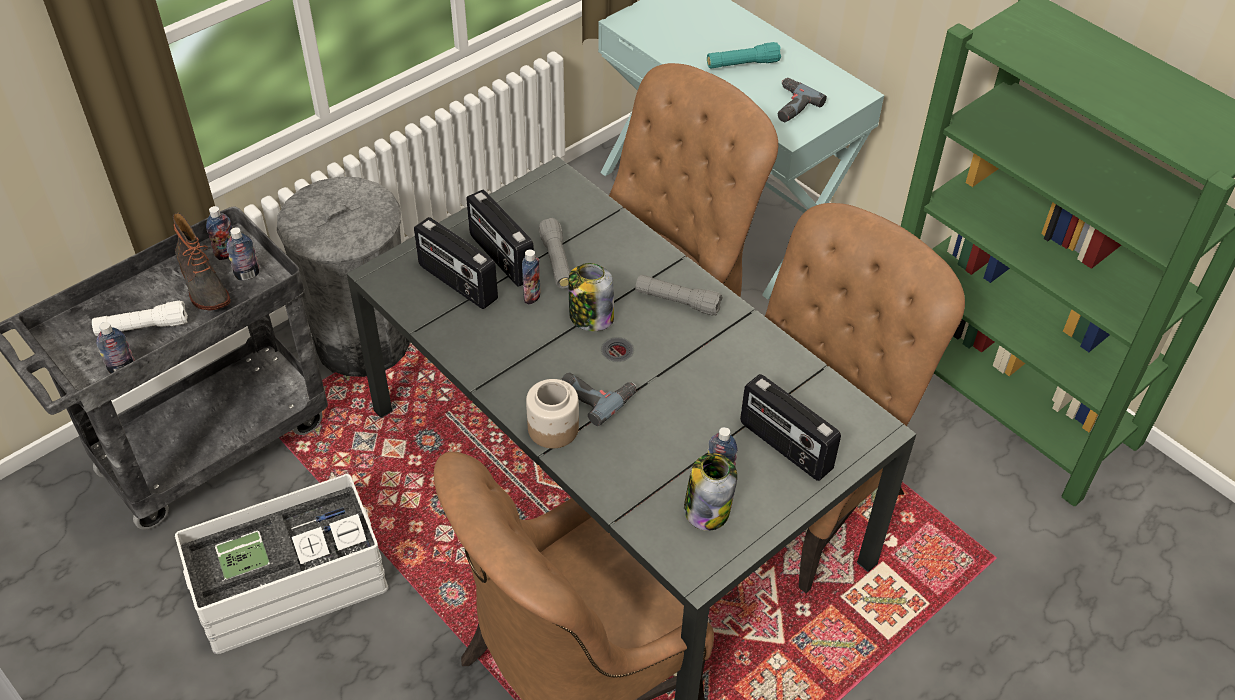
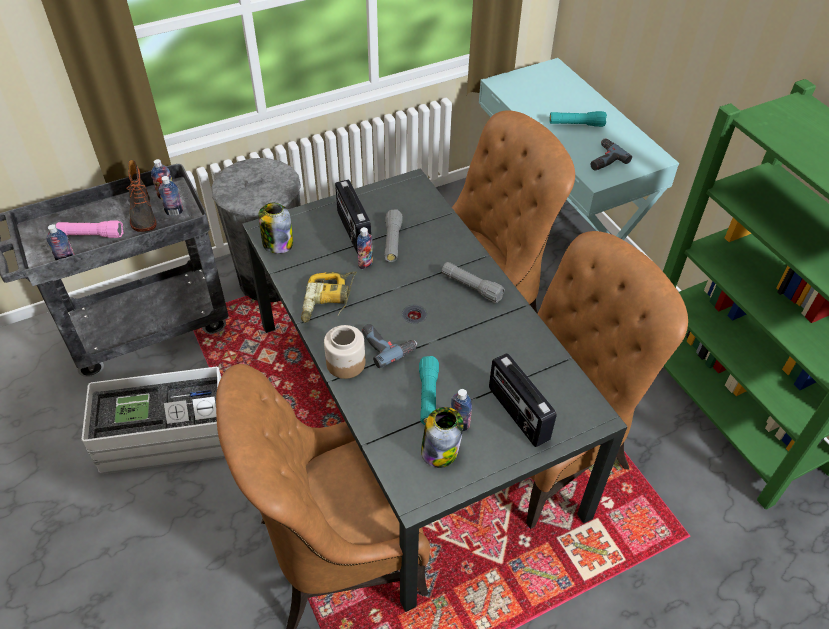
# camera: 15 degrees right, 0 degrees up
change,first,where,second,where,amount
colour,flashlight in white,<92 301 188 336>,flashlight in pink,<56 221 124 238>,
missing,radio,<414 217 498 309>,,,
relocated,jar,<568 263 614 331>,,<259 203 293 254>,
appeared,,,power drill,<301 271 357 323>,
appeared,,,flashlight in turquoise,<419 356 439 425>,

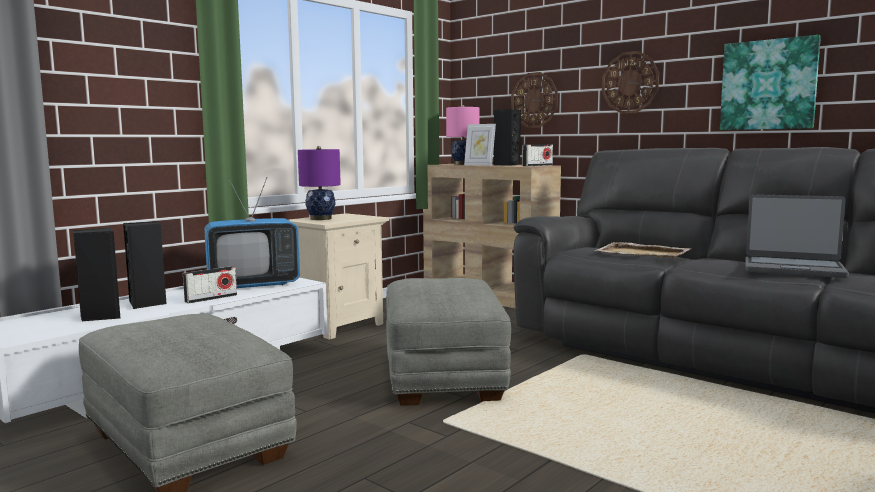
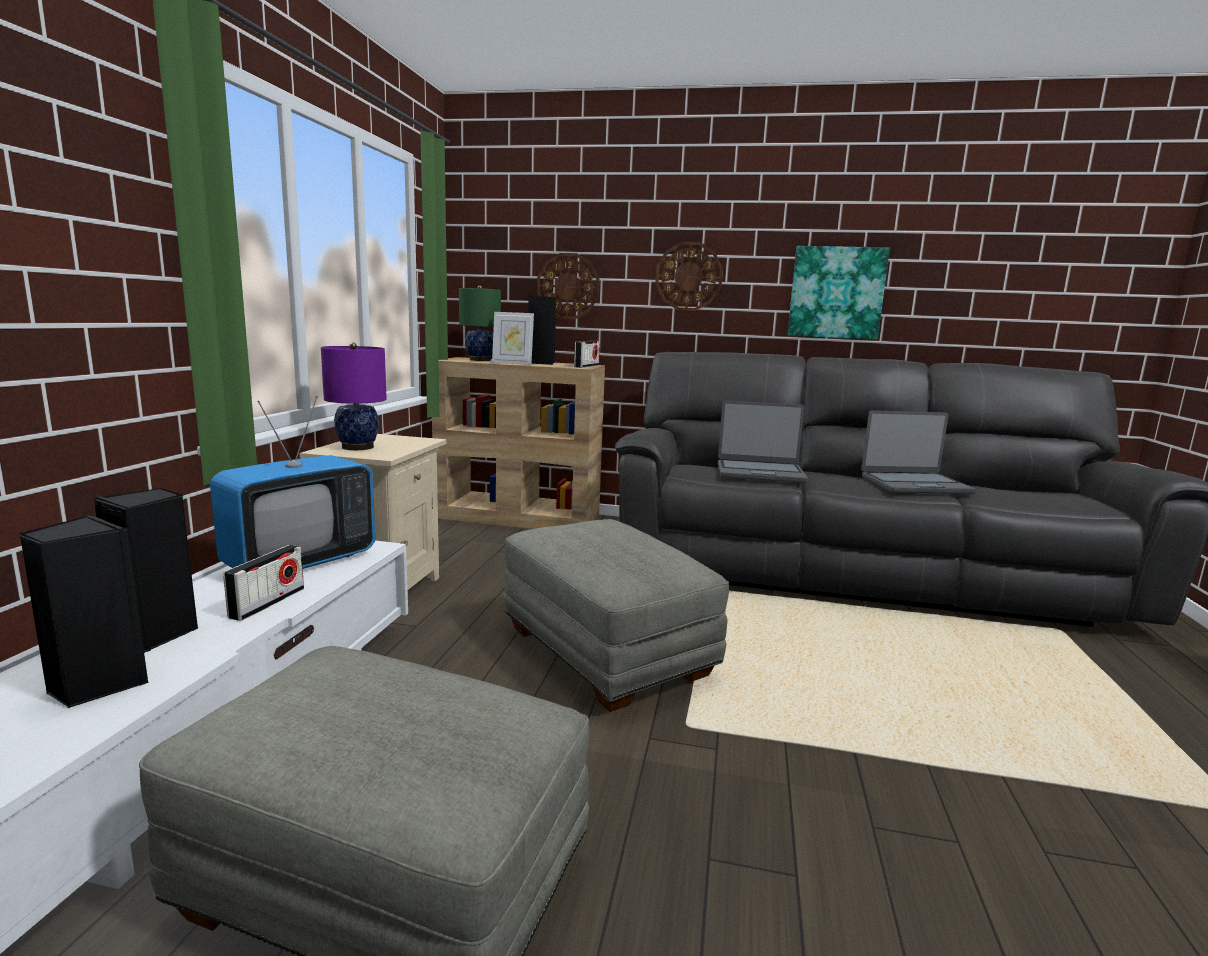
# camera: 30 degrees left, 5 degrees up
change,first,where,second,where,amount
colour,table lamp in pink,<446 105 479 165>,table lamp in green,<459 285 501 361>,
exchanged,tray in beige,<595 242 691 258>,laptop,<718 401 808 483>,

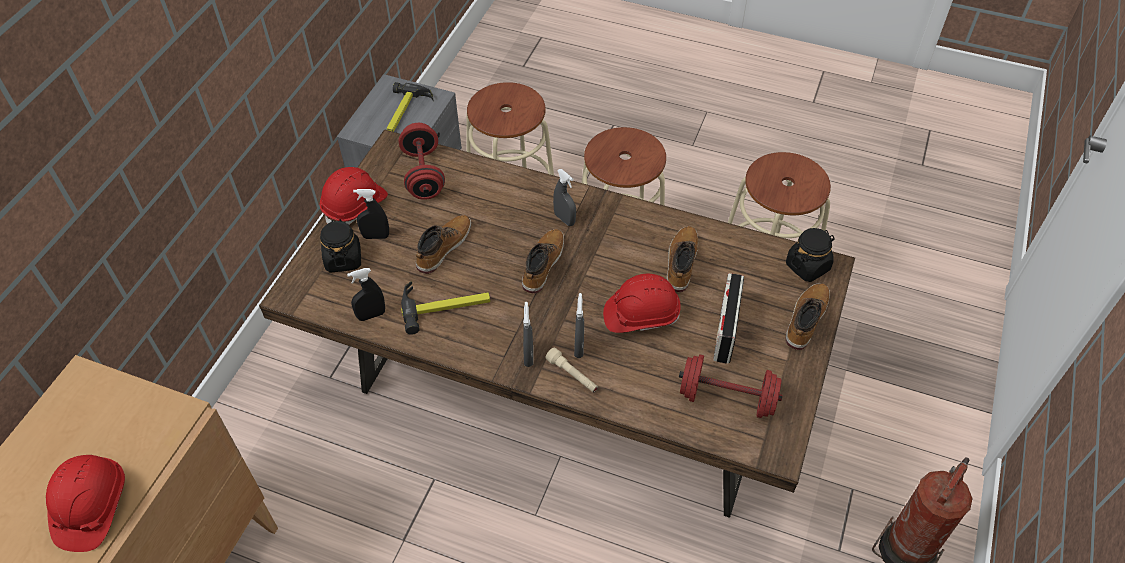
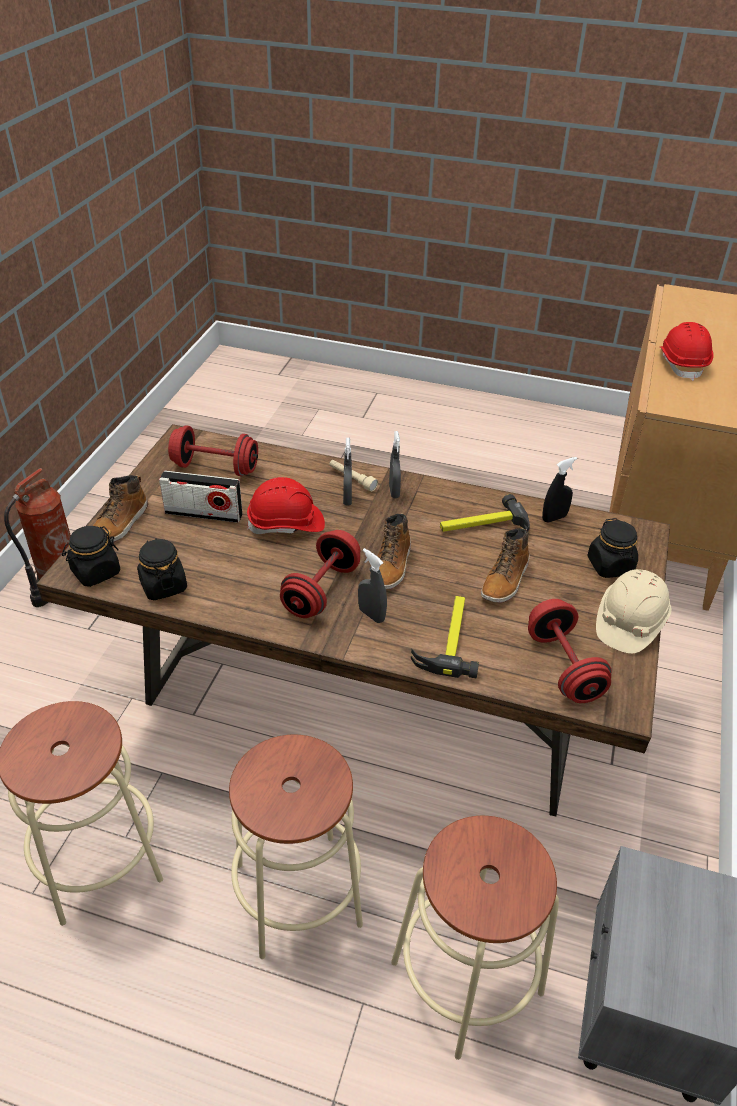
# camera: 175 degrees right, 10 degrees down
change,first,where,second,where,amount
colour,hard hat in red,<320 167 388 225>,hard hat in beige,<596 569 672 653>,
missing,spray bottle in black,<353 189 389 239>,,,
relocated,hammer,<386 82 434 132>,,<411 596 479 678>,
missing,boot,<666 226 698 292>,,,
spun,radio,<713 273 744 364>,,<159 471 243 523>,90 degrees clockwise
appeared,,,jar in black,<137 538 187 600>,
appeared,,,dumbbell in red,<280 530 360 618>,

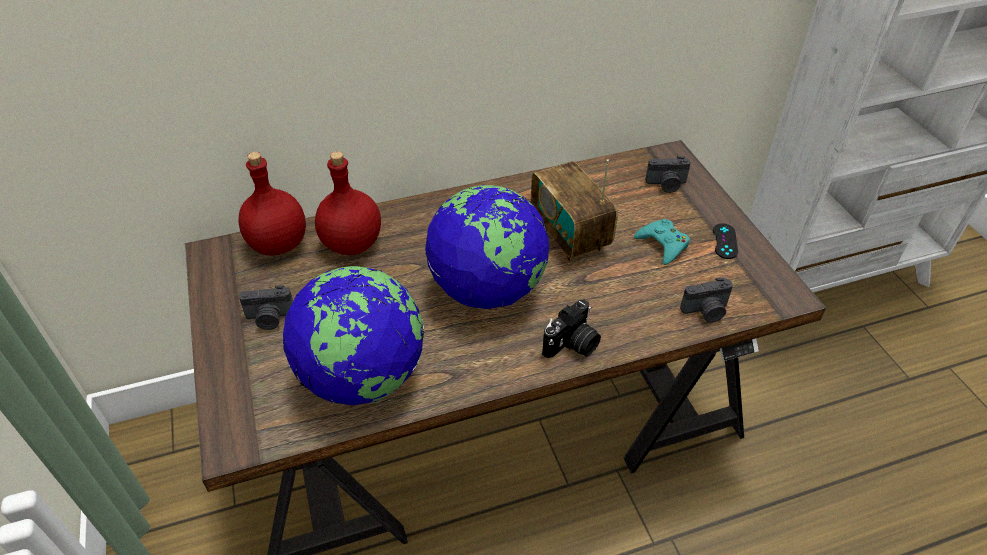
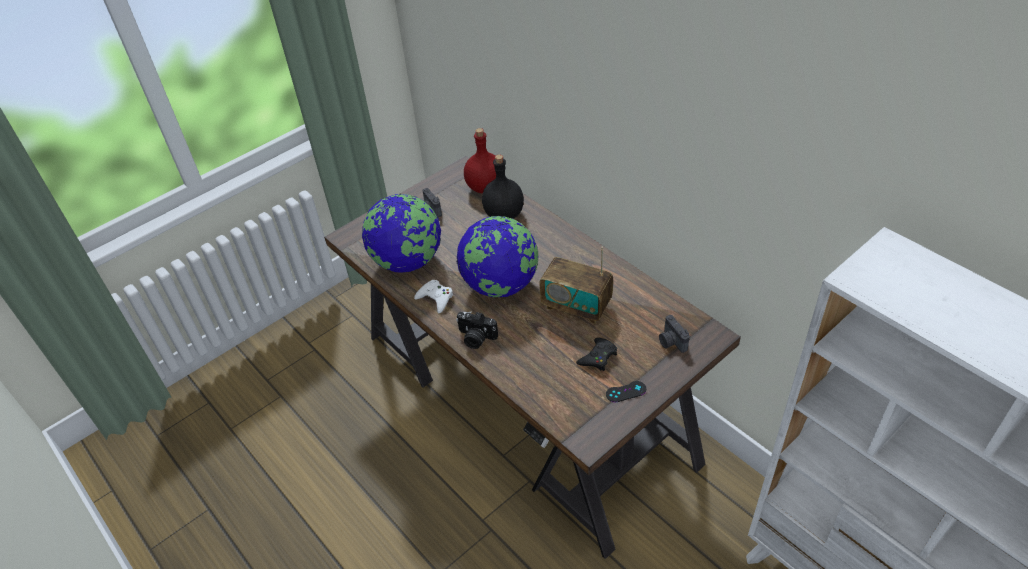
# camera: 70 degrees right, 0 degrees up
change,first,where,second,where,amount
colour,bottle in red,<315 151 381 255>,bottle in black,<482 155 524 219>,
spun,radio,<531 159 618 263>,,<539 247 613 324>,105 degrees counterclockwise
colour,game controller in turquoise,<634 219 690 265>,game controller in black,<576 338 617 371>,
missing,photo camera,<680 277 733 323>,,,
appeared,,,game controller in white,<414 280 453 313>,

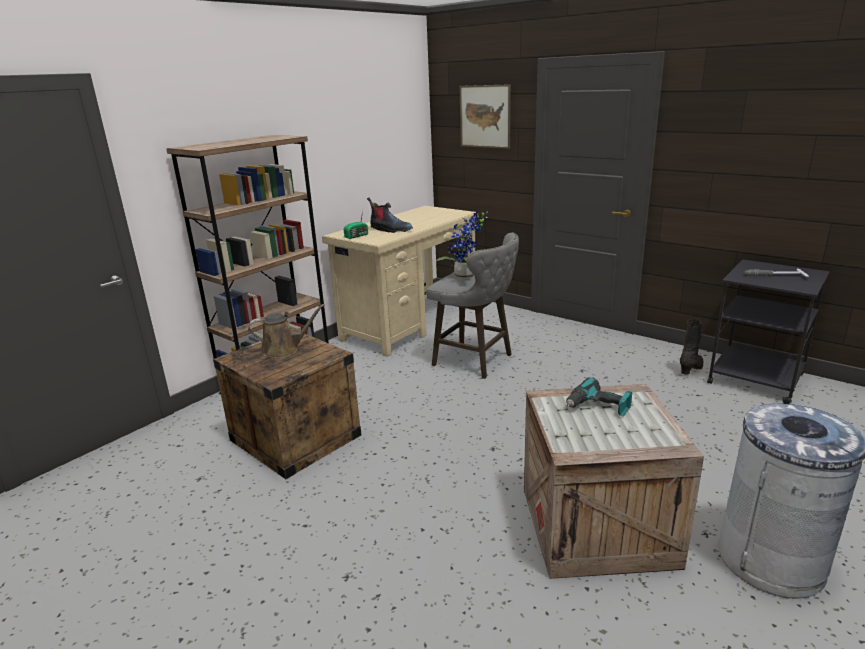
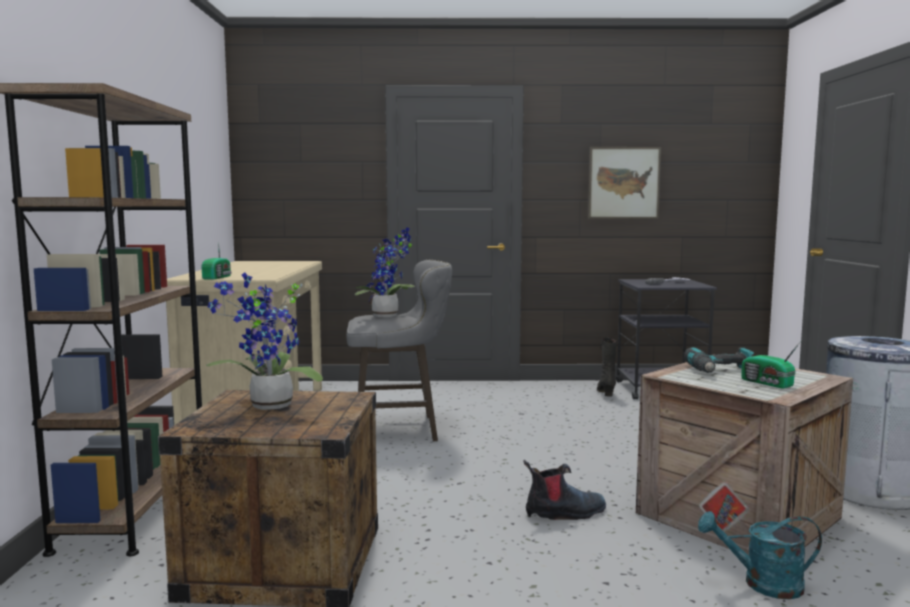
# camera: 40 degrees left, 15 degrees down
change,first,where,second,where,amount
exchanged,watering can in brown,<248 304 325 358>,potted plant,<206 273 323 410>,
relocated,boot,<367 198 413 233>,,<524 460 606 520>,
relocated,picture,<460 84 511 149>,,<588 147 661 219>,
appeared,,,watering can in turquoise,<698 511 822 599>,
appeared,,,radio,<741 340 802 389>,

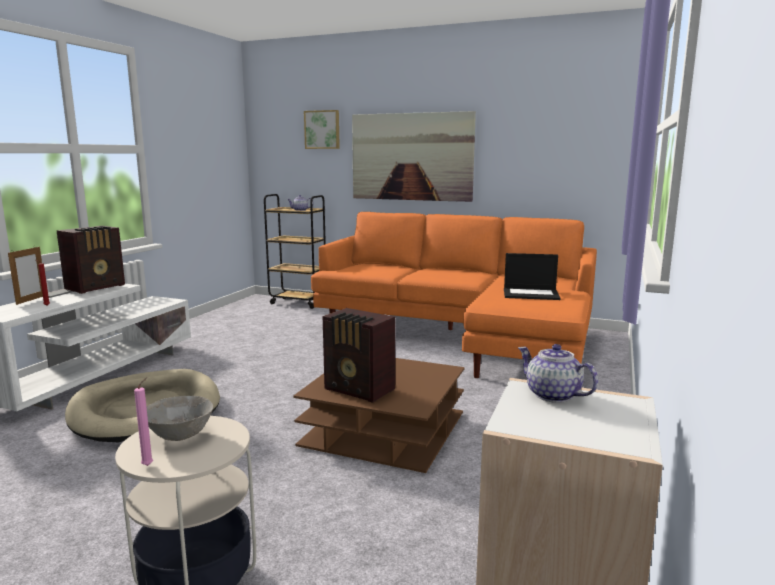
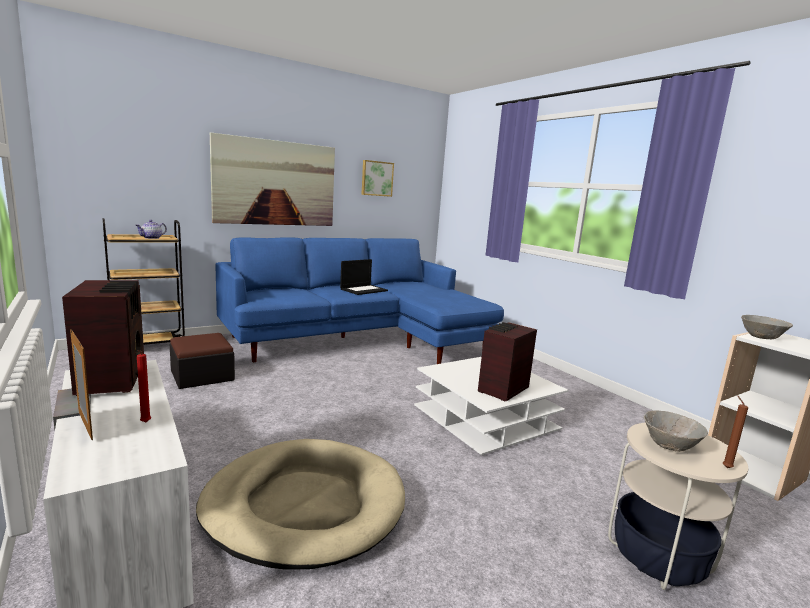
# camera: 55 degrees left, 0 degrees up
change,first,where,second,where,amount
colour,candle in pink,<134 377 153 466>,candle in brown,<723 395 748 468>,
colour,coffee table in brown,<293 358 465 473>,coffee table in white,<414 357 568 455>,
relocated,picture,<304 110 340 149>,,<361 160 394 197>,
colour,sofa in orange,<311 212 597 378>,sofa in blue,<216 237 504 364>,
spun,radio,<322 308 395 403>,,<478 322 537 402>,150 degrees clockwise
relocated,laptop,<504 253 561 300>,,<340 259 388 295>,
exchanged,teapot,<518 344 598 403>,bowl in grey,<741 315 793 340>,
appeared,,,ottoman,<170 333 235 389>,

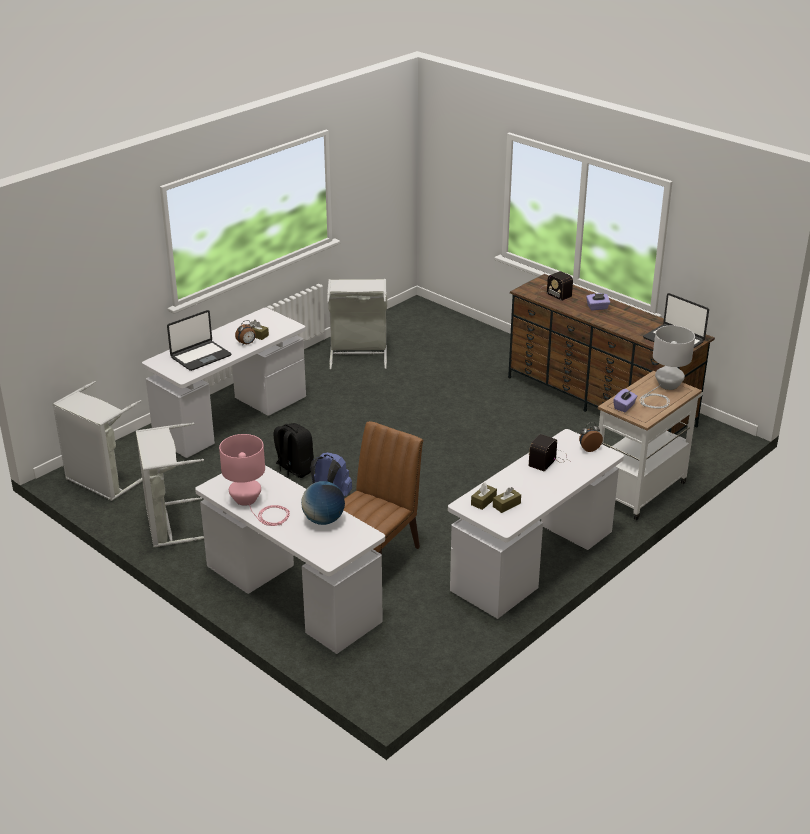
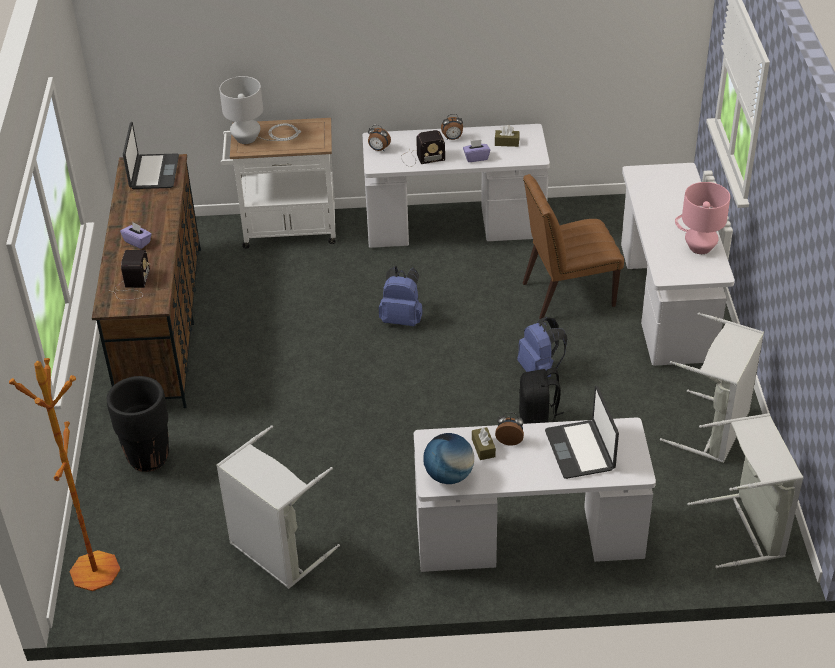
# camera: 135 degrees left, 10 degrees up
change,first,where,second,where,amount
spun,laptop,<167 310 231 371>,,<545 386 619 479>,105 degrees counterclockwise
relocated,globe,<301 481 345 525>,,<423 433 474 484>,
missing,tissue box in brown,<471 483 497 510>,,,
relocated,tissue box in purple,<613 389 637 412>,,<463 140 490 162>,
appeared,,,clothes rack in orange,<9 358 121 591>,
appeared,,,planter in black,<107 376 169 472>,
appeared,,,backpack in blue,<379 266 423 326>,
appeared,,,alarm clock,<441 114 463 140>,

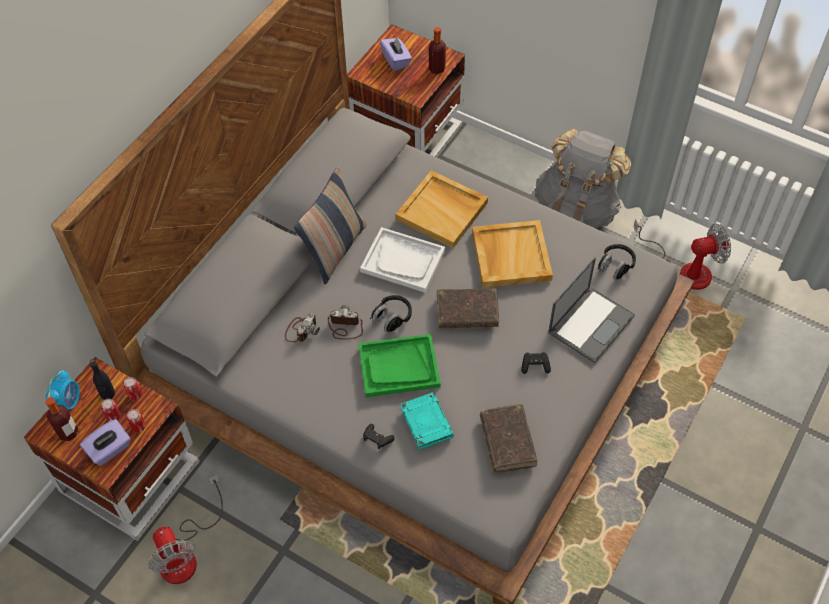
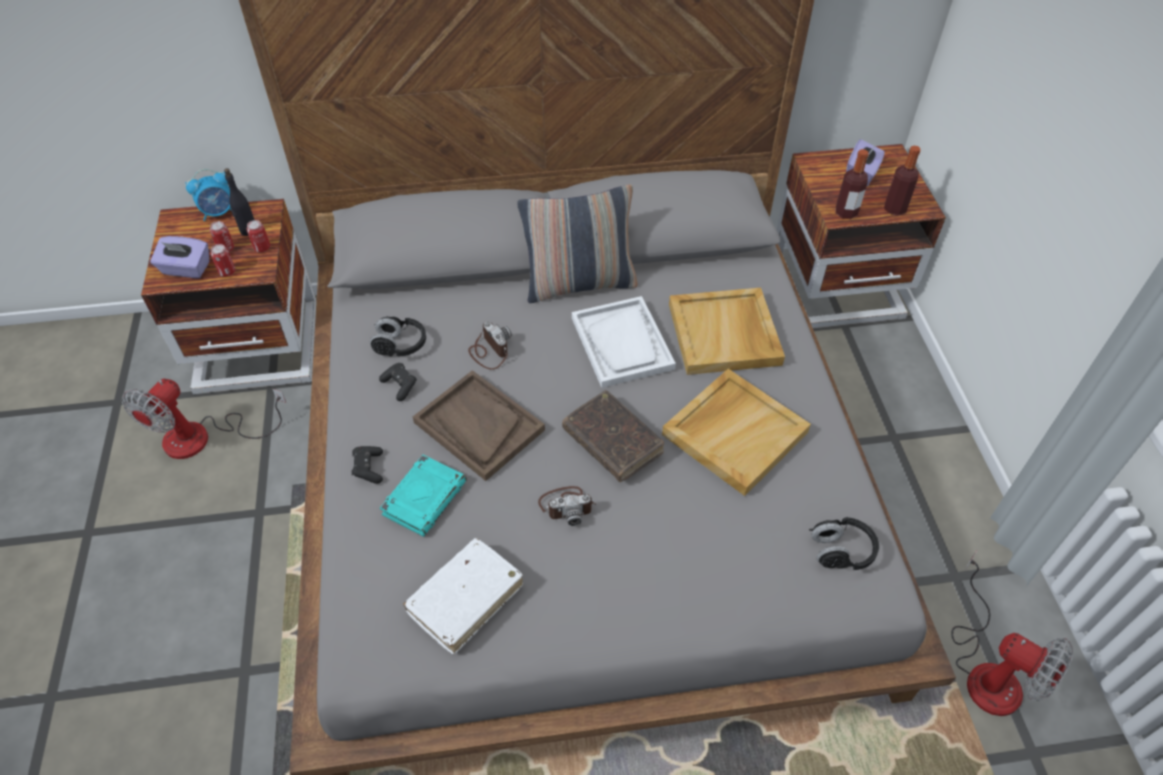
# camera: 50 degrees right, 5 degrees down
change,first,where,second,where,amount
relocated,bottle,<45 397 78 441>,,<835 149 869 219>,
relocated,photo camera,<285 313 320 342>,,<538 486 596 526>,
colour,tray in green,<358 334 440 397>,tray in brown,<413 370 545 481>,
relocated,headphones in black,<370 295 412 332>,,<370 316 426 356>,
colour,book in brown,<480 404 537 472>,book in white,<403 538 523 654>,
relocated,game controller in black,<521 352 551 374>,,<379 363 417 401>,
missing,backpack in grey,<535 129 631 228>,,,
missing,laptop,<548 257 635 363>,,,

